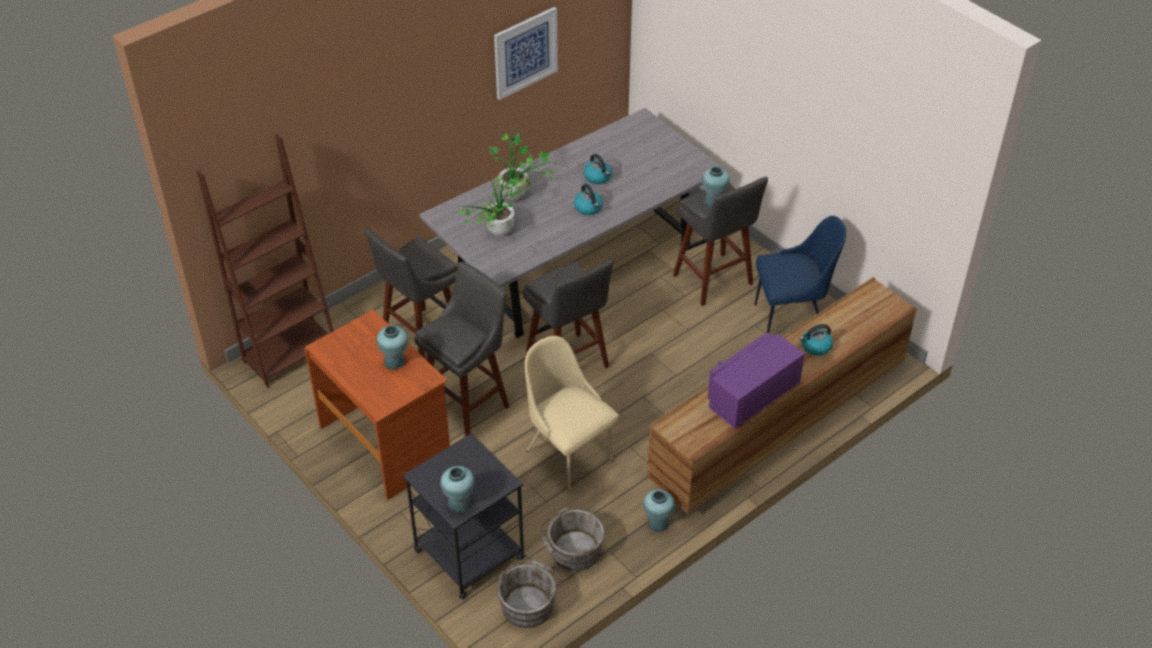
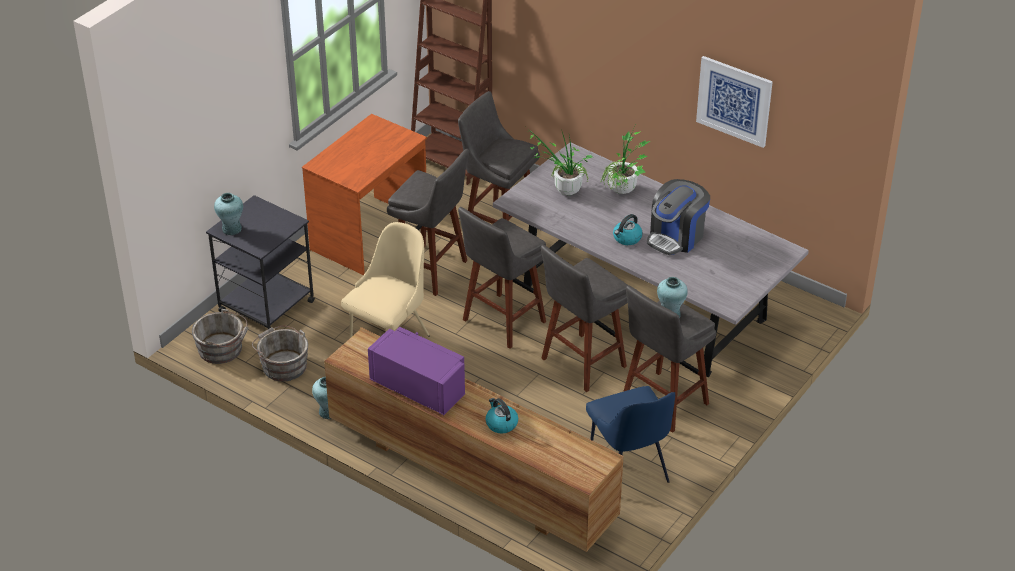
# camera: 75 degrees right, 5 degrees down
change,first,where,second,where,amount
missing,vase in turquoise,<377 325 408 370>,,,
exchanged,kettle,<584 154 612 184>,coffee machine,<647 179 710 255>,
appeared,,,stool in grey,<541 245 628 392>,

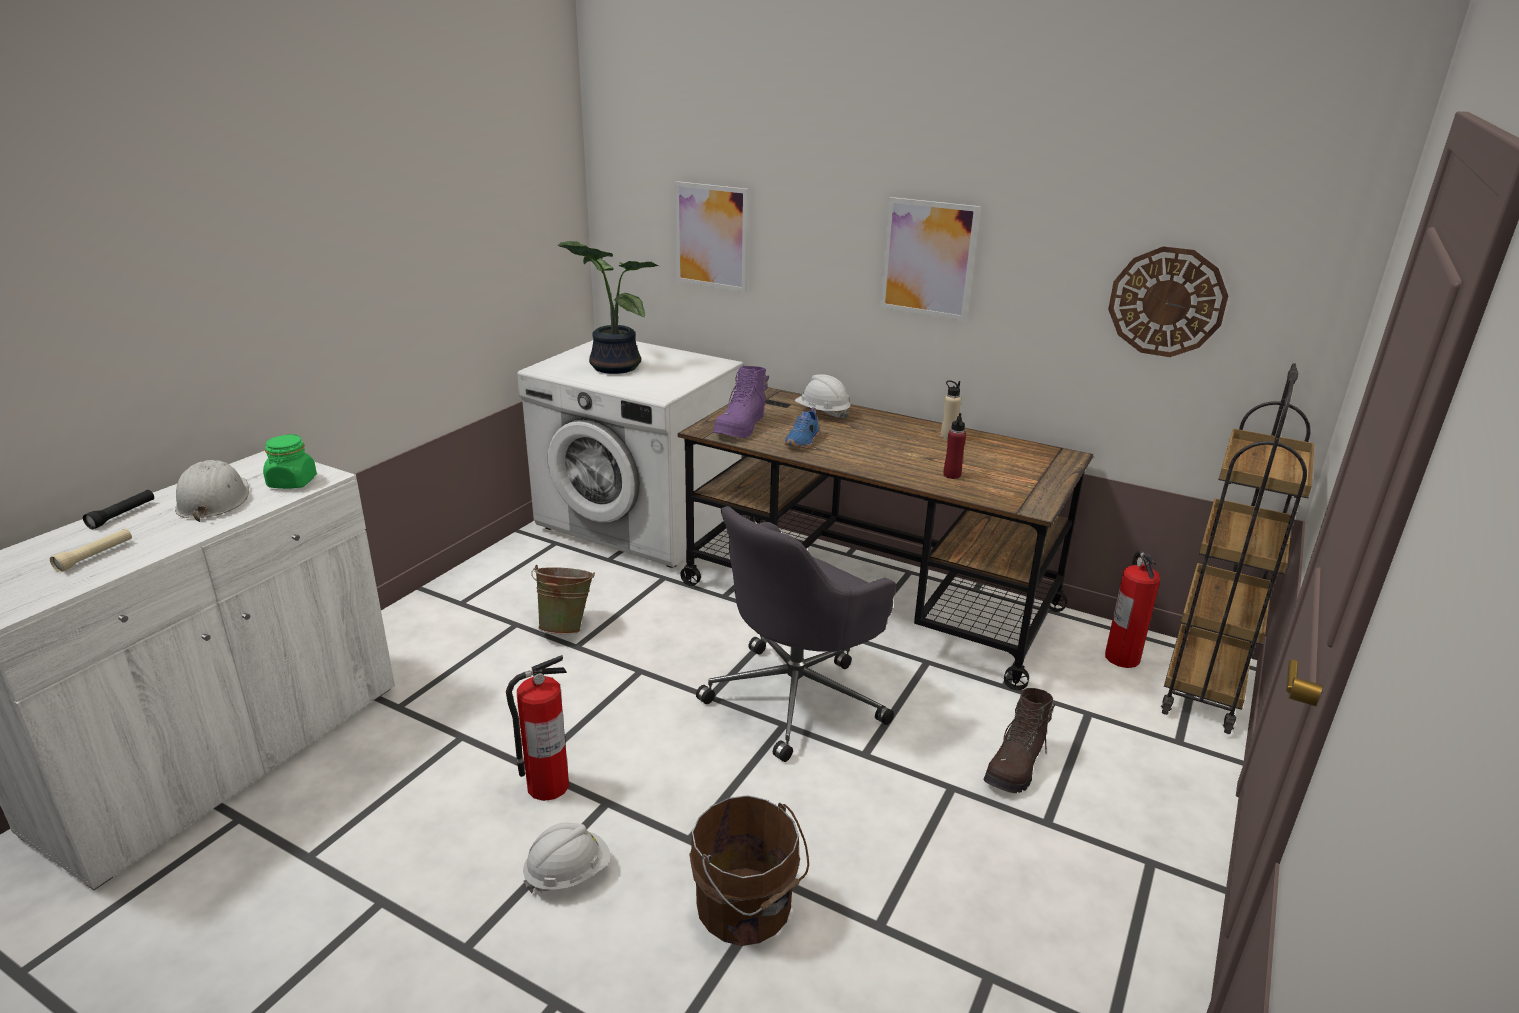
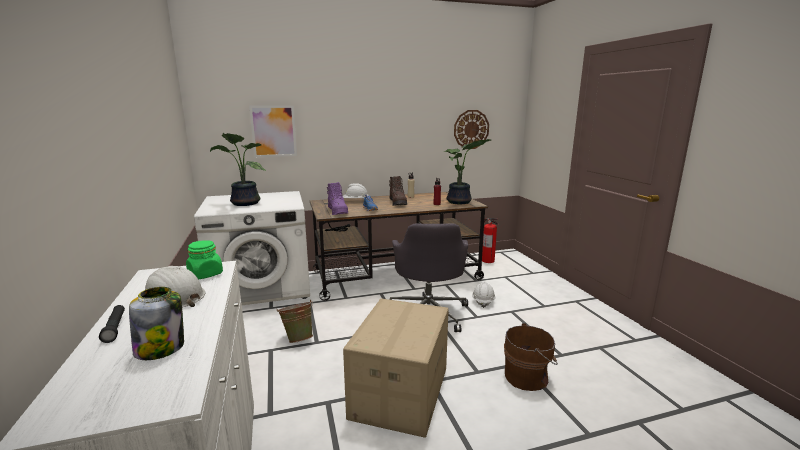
# camera: 45 degrees left, 10 degrees down
change,first,where,second,where,amount
exchanged,flashlight in beige,<50 528 132 573>,jar,<129 287 184 360>,
exchanged,fire extinguisher,<506 655 569 801>,cardboard box,<343 299 449 438>,
relocated,hard hat in white,<523 822 611 893>,,<472 282 495 308>,
missing,picture,<880 197 980 321>,,,
relocated,boot in brown,<984 688 1055 793>,,<389 176 407 206>,
missing,cart in brown,<1161 363 1315 734>,,,
appeared,,,potted plant,<445 139 491 204>,

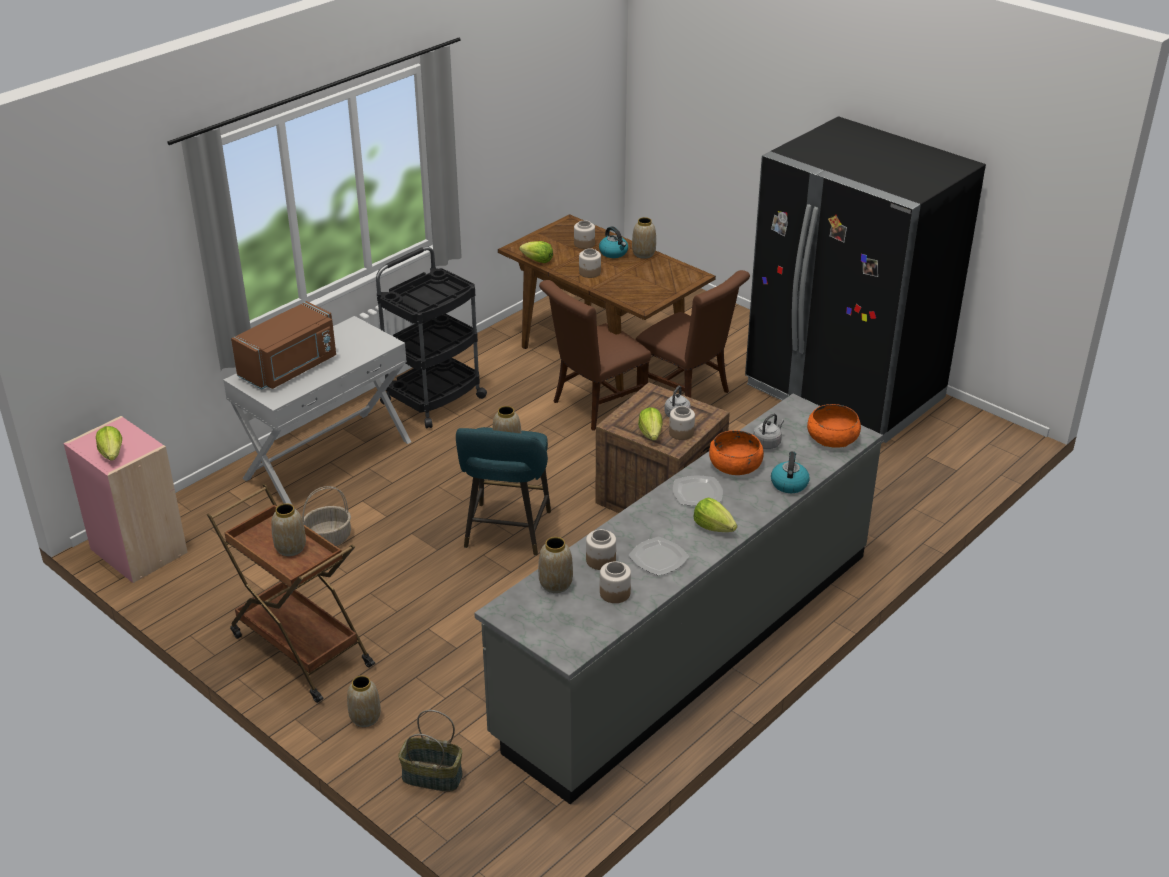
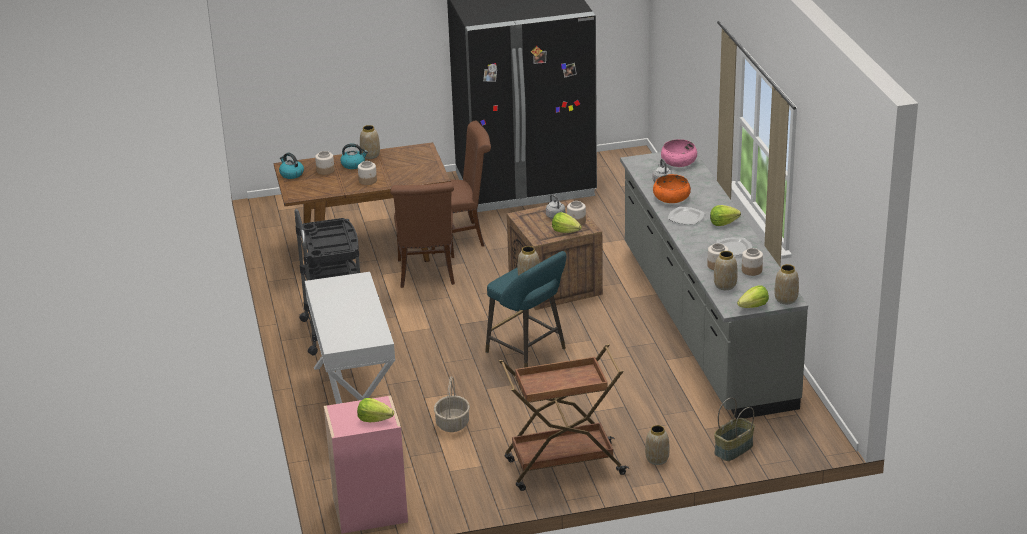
# camera: 55 degrees left, 5 degrees down
change,first,where,second,where,amount
missing,microwave in brown,<231 301 336 390>,,,
relocated,vase,<271 503 306 556>,,<775 264 799 304>,
relocated,lettuce,<519 241 553 263>,,<737 286 769 308>,
relocated,kettle,<771 451 810 493>,,<279 153 304 179>,
colour,bowl in orange,<807 404 861 447>,bowl in pink,<661 139 697 167>,

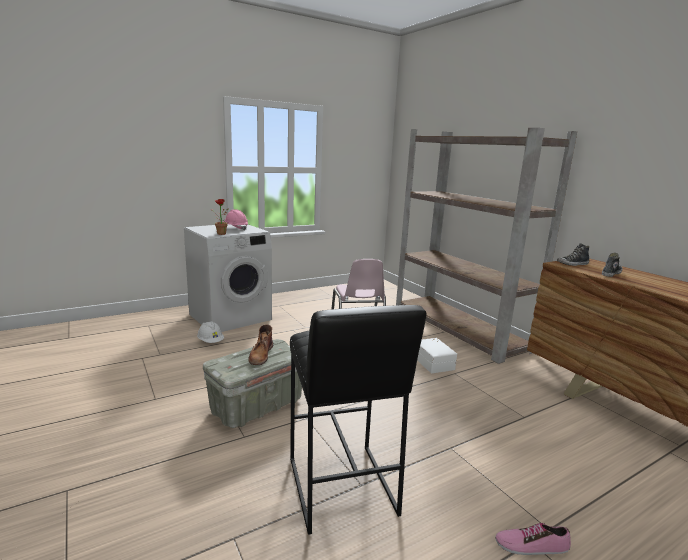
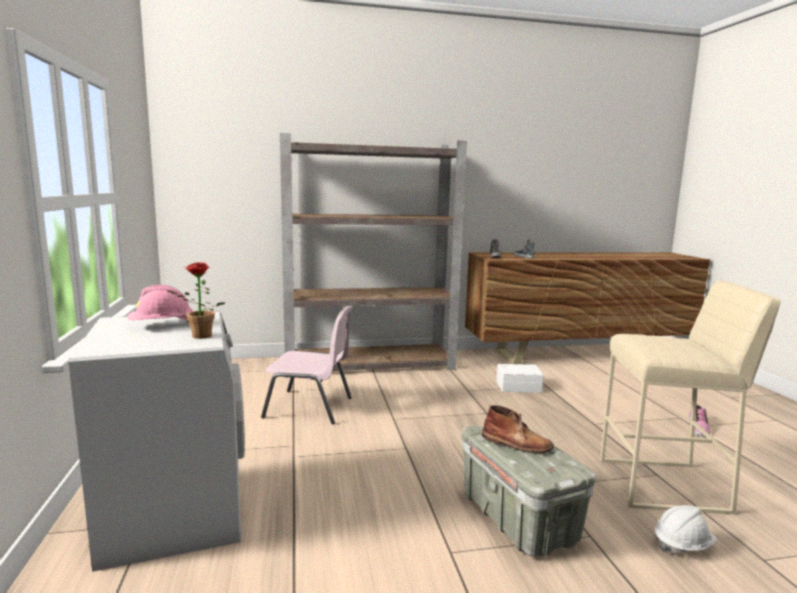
# camera: 70 degrees left, 5 degrees down
change,first,where,second,where,amount
relocated,hard hat in white,<197 321 224 343>,,<655 505 717 554>,
colour,stool in black,<290 305 427 535>,stool in beige,<600 280 781 514>,
relocated,storage box in white,<417 338 457 373>,,<496 364 544 393>,

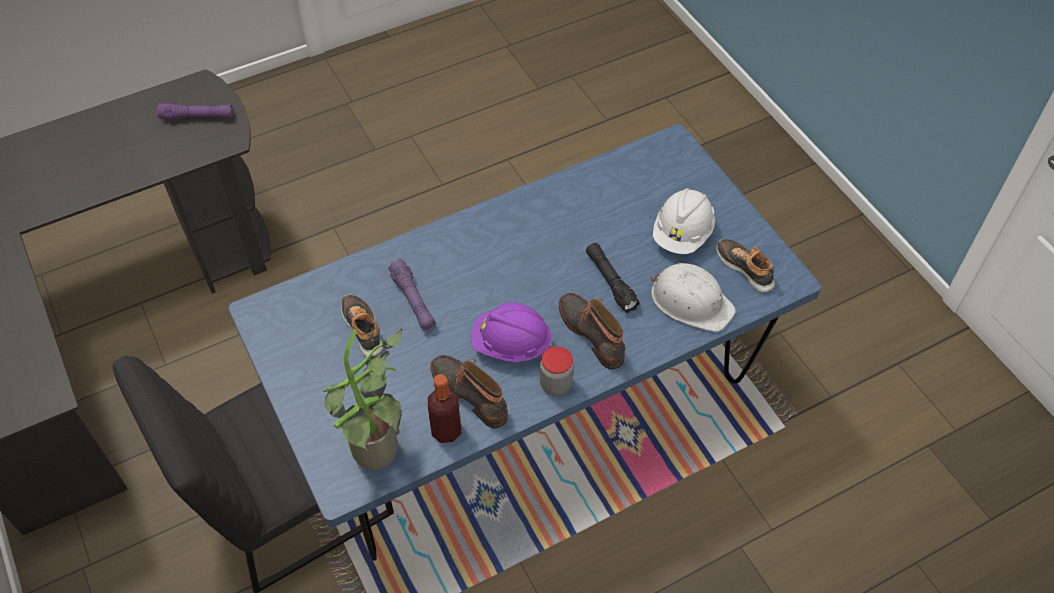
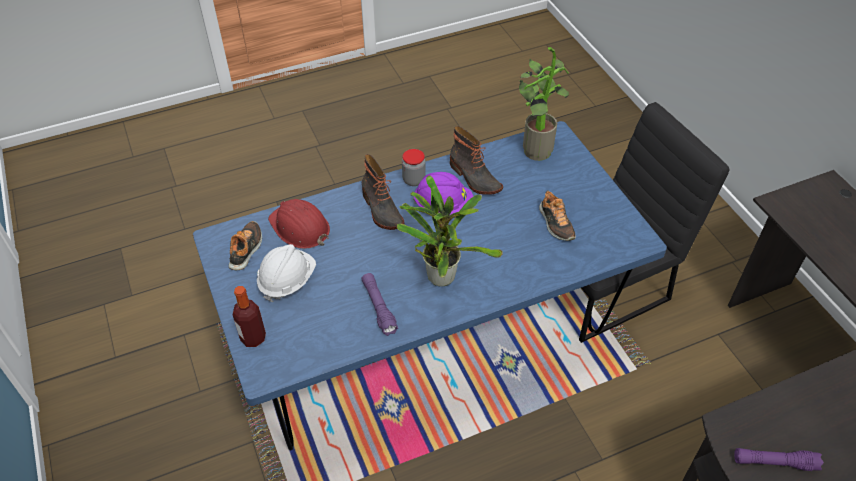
# camera: 175 degrees left, 5 degrees down
change,first,where,second,where,amount
relocated,flashlight in purple,<388 259 436 331>,,<362 273 398 336>,
relocated,bottle,<428 374 461 443>,,<233 286 266 347>,
missing,flashlight in black,<586 243 640 313>,,,
colour,hard hat in white,<649 263 736 332>,hard hat in red,<268 199 330 249>,
spun,shoe,<716 239 775 293>,,<229 221 262 270>,135 degrees counterclockwise
appeared,,,potted plant,<397 175 502 287>,

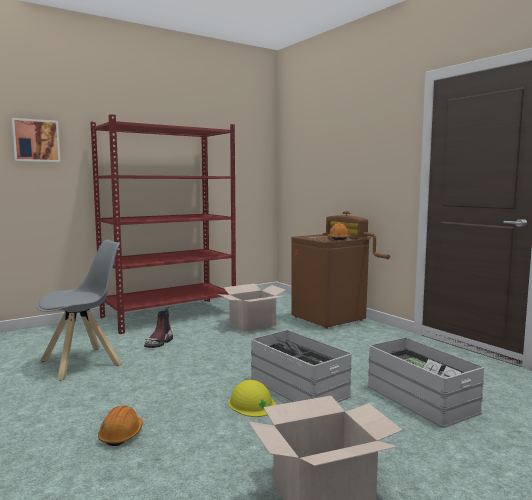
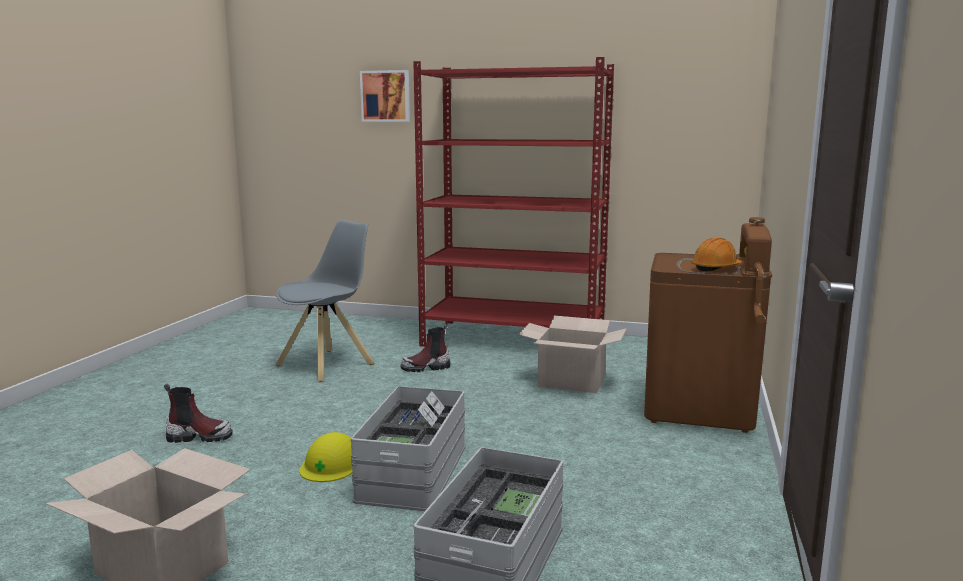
# camera: 50 degrees right, 5 degrees up
change,first,where,second,where,amount
spun,chair in grey,<37 240 122 380>,,<275 220 374 382>,60 degrees counterclockwise
exchanged,hard hat in orange,<98 405 143 446>,boot,<164 384 232 443>,

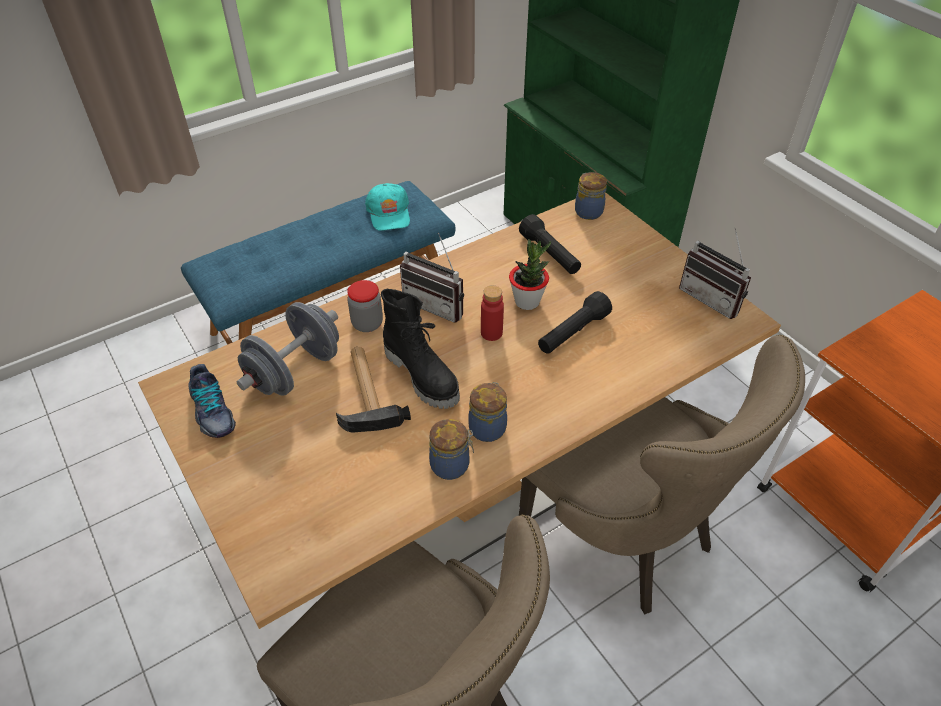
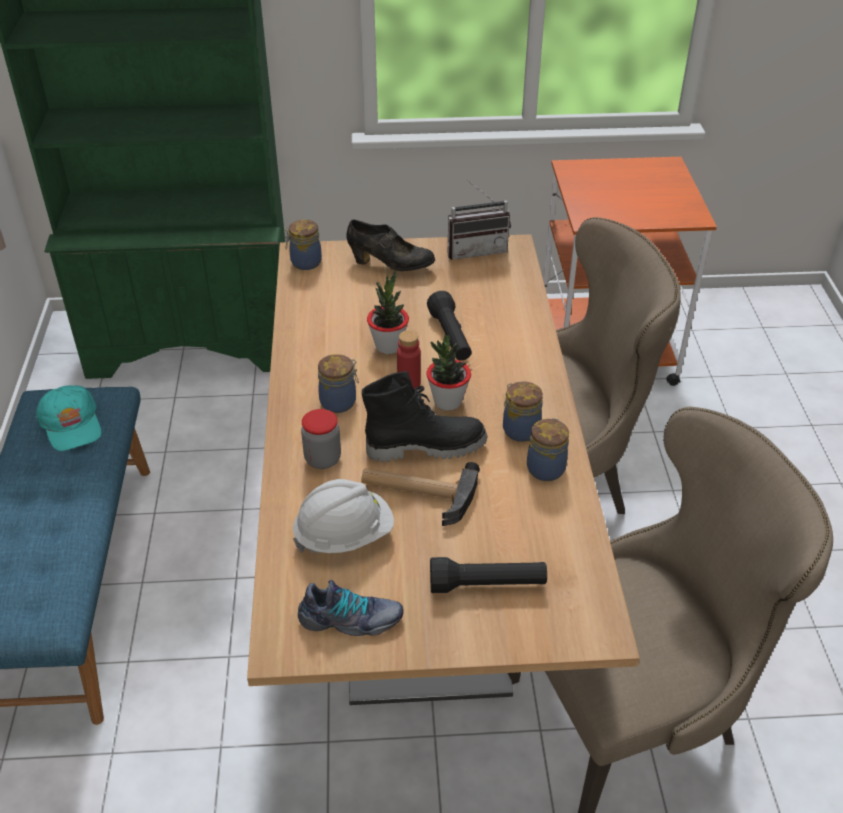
# camera: 60 degrees left, 5 degrees down
change,first,where,second,where,amount
exchanged,dumbbell in grey,<237 302 339 396>,hard hat in white,<293 479 394 553>,
spun,cap in turquoise,<365 183 410 231>,,<36 385 101 451>,45 degrees clockwise
exchanged,radio,<400 233 464 323>,jar,<318 354 359 413>,
relocated,flashlight in black,<519 214 581 274>,,<430 557 547 593>,
appeared,,,shoe in black,<346 220 435 271>,
appeared,,,potted plant,<426 335 471 411>,

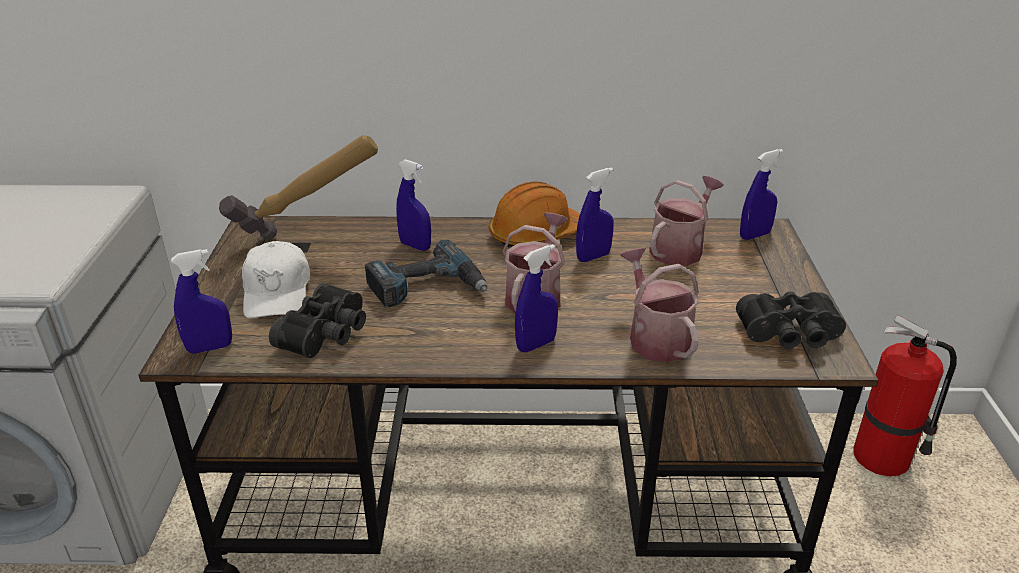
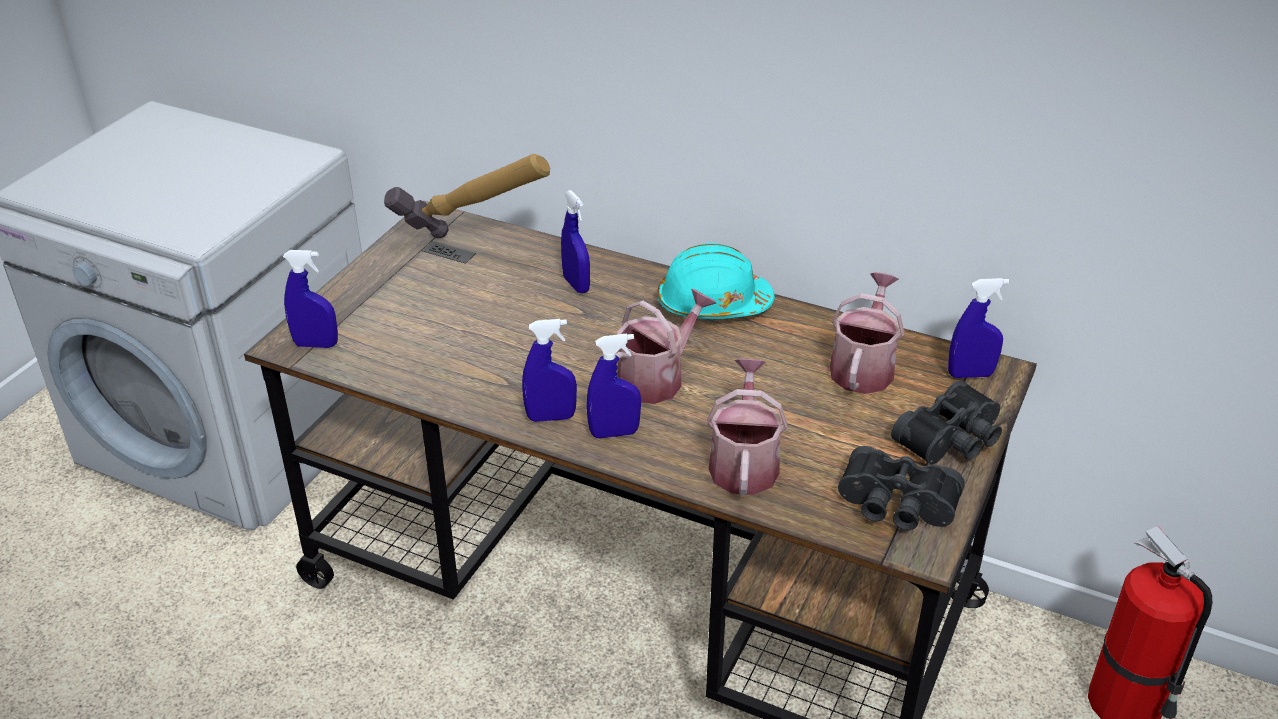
# camera: 25 degrees right, 5 degrees up
change,first,where,second,where,amount
missing,cap in white,<242 241 310 318>,,,
relocated,binoculars in black,<269 283 366 358>,,<891 380 1002 465>,
missing,power drill,<365 240 488 307>,,,
colour,hard hat in orange,<489 182 580 247>,hard hat in turquoise,<657 243 775 319>,
relocated,spray bottle in blue,<576 168 614 262>,,<522 319 577 422>,
spun,watering can,<649 176 724 266>,,<830 272 905 394>,45 degrees counterclockwise

